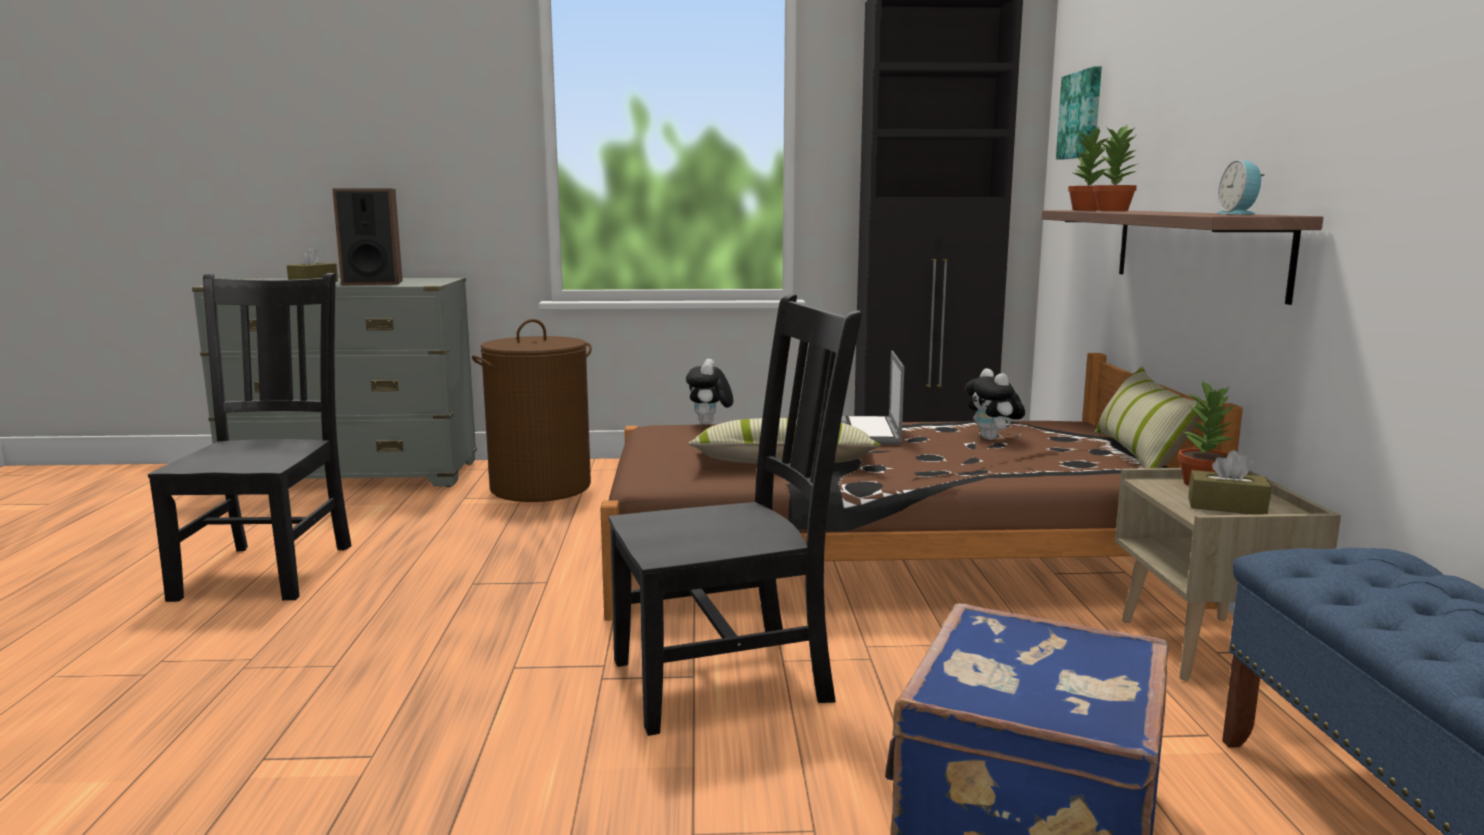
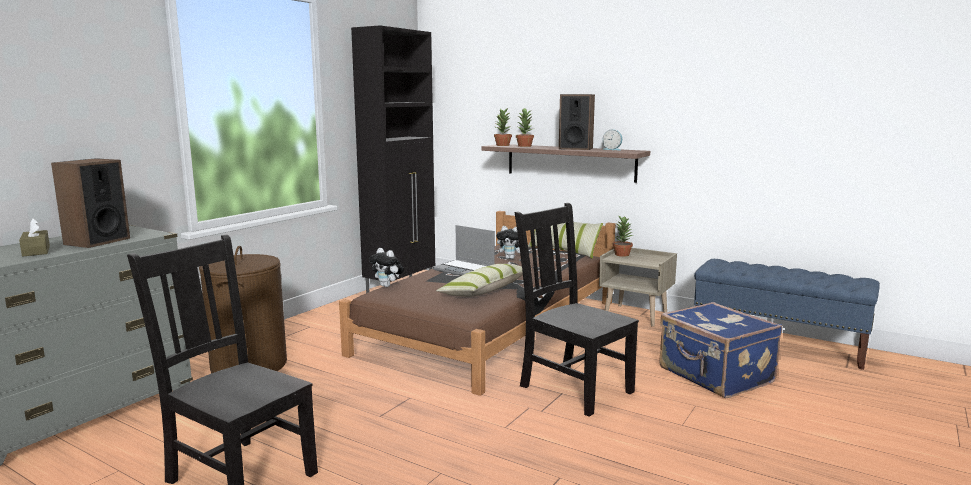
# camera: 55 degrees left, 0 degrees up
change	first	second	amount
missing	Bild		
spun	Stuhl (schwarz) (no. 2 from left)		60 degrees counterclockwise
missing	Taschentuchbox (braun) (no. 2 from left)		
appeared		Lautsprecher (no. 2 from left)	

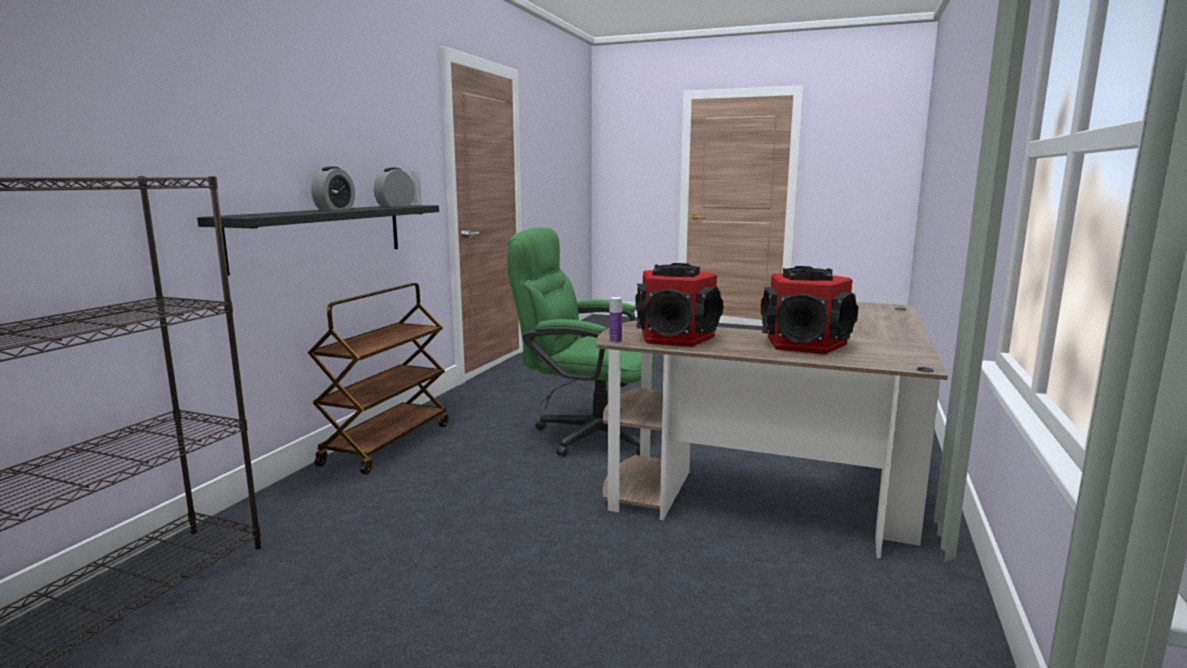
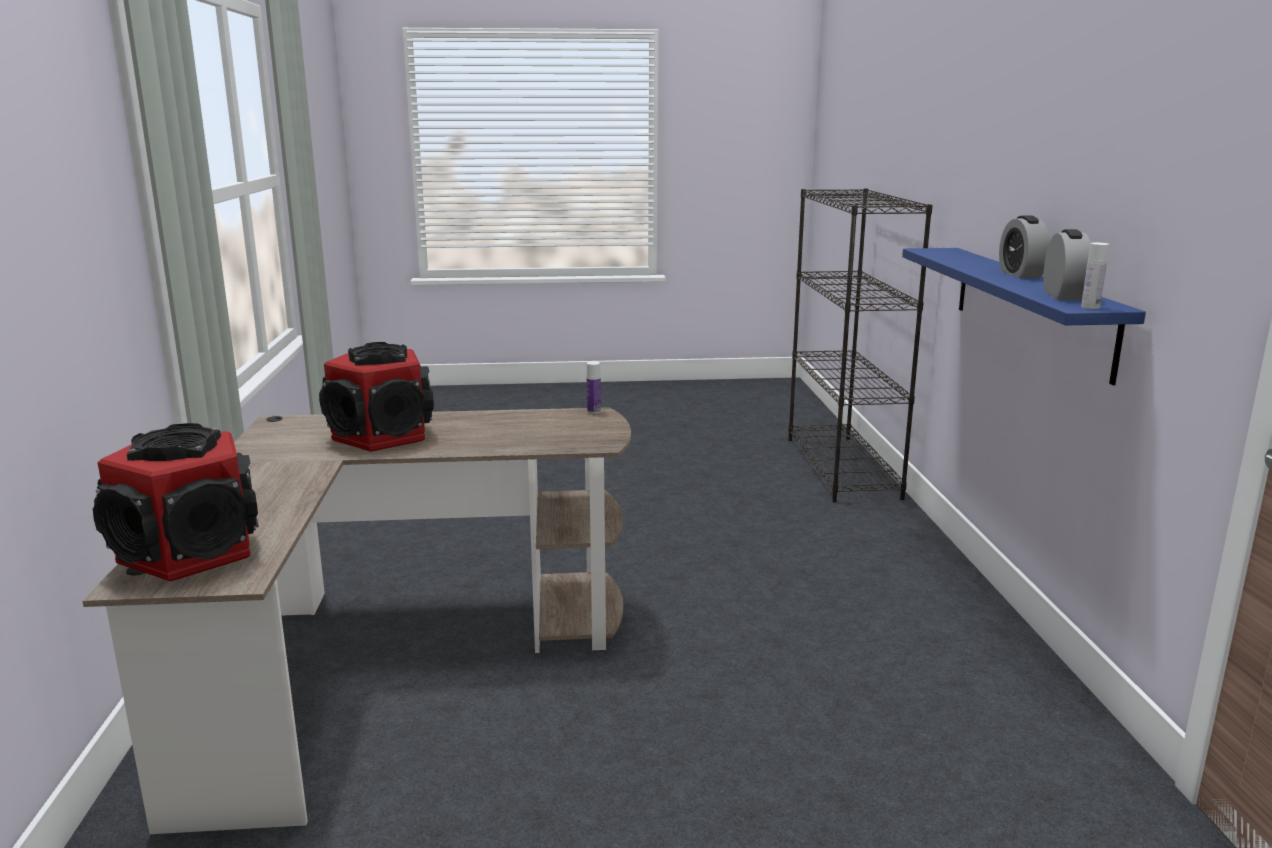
# camera: 155 degrees right, 5 degrees up
change	first	second	amount
colour	Wandregal (schwarz)	Wandregal (blau)	
missing	Bürostuhl (grün)		
relocated	Lautsprecher (no. 1 from left)		
missing	Rollwagen (braun)		

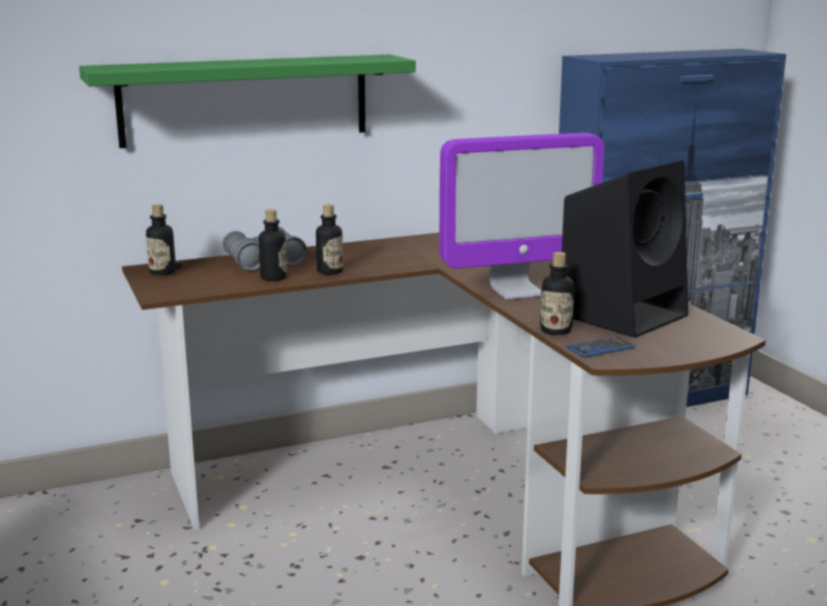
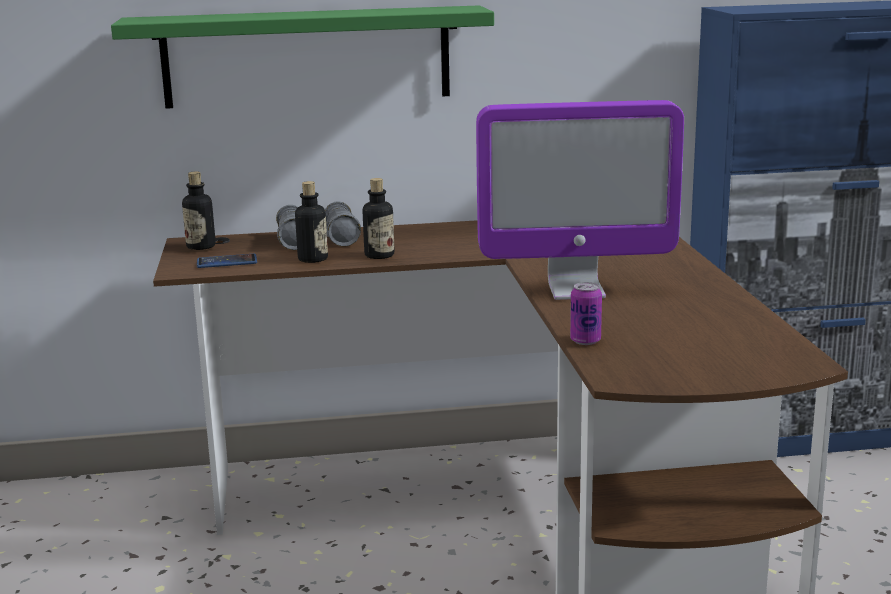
# camera: 15 degrees right, 0 degrees up
change	first	second	amount
missing	Lautsprecher (schwarz)		
exchanged	Flasche (no. 4 from left)	Dose	
relocated	Handy		

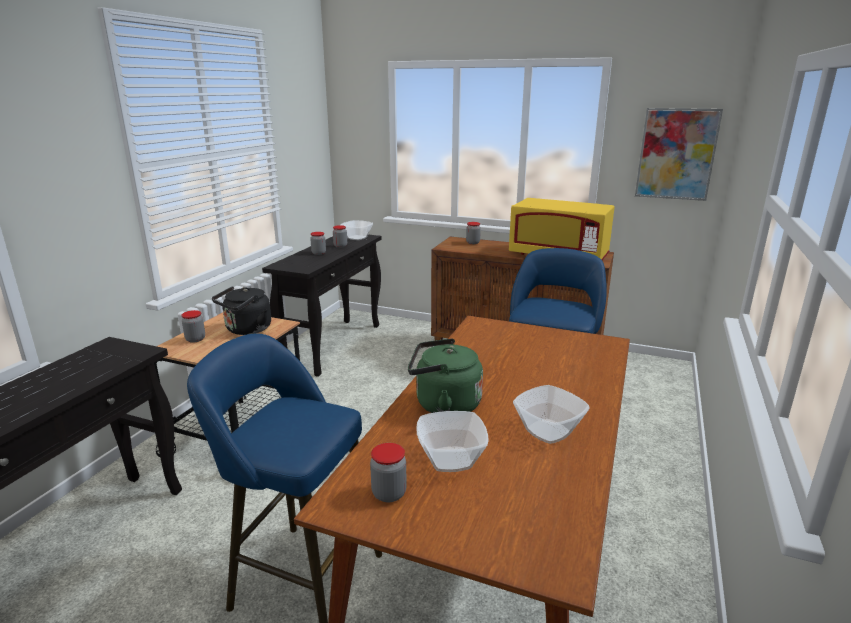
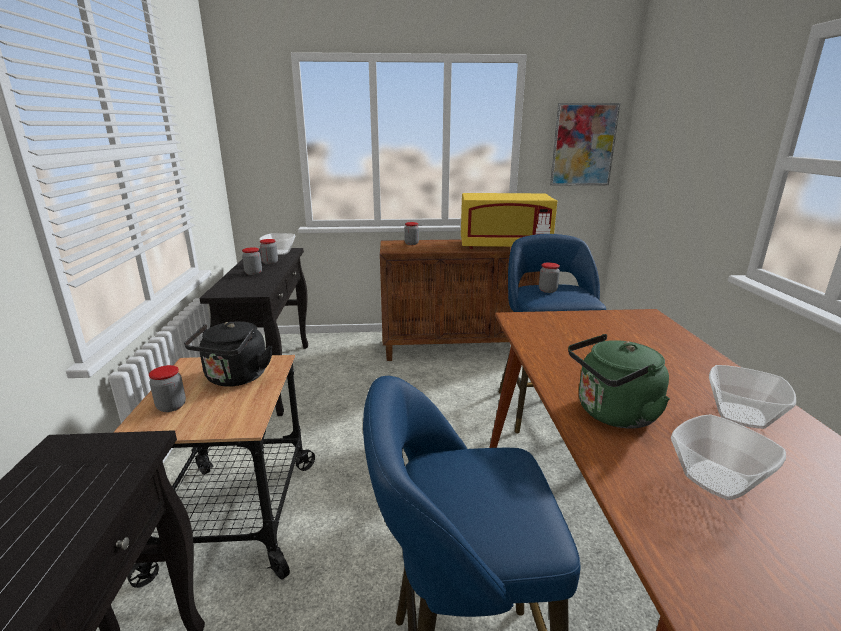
# camera: 25 degrees left, 0 degrees up
change	first	second	amount
relocated	Vorratsglas (no. 4 from left in the first image)	Vorratsglas (no. 5 from left)	

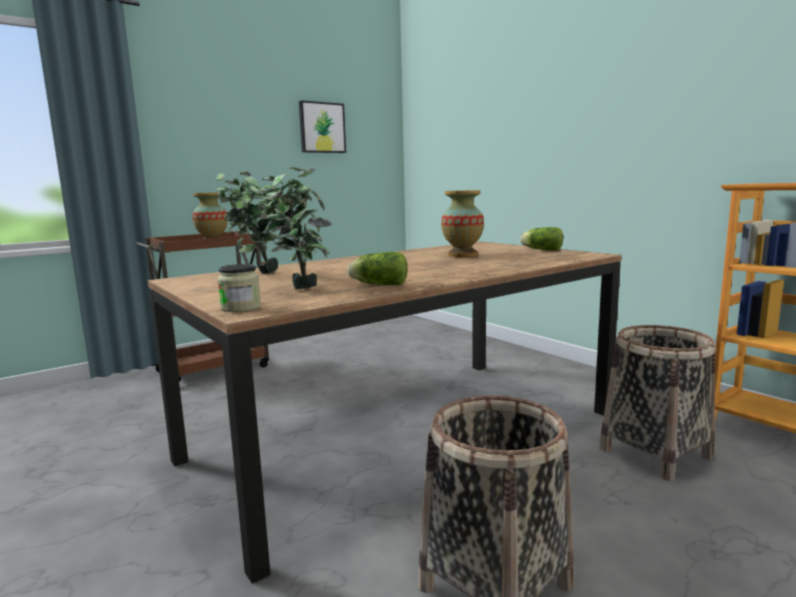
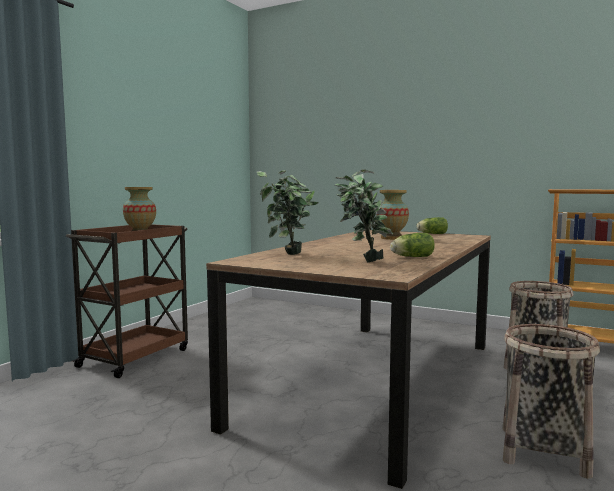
# camera: 25 degrees left, 5 degrees down
change	first	second	amount
missing	Bild		
missing	Vorratsglas		

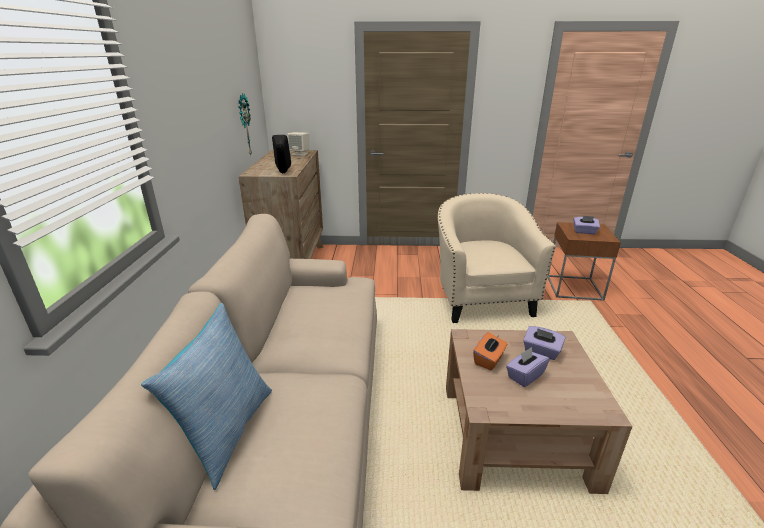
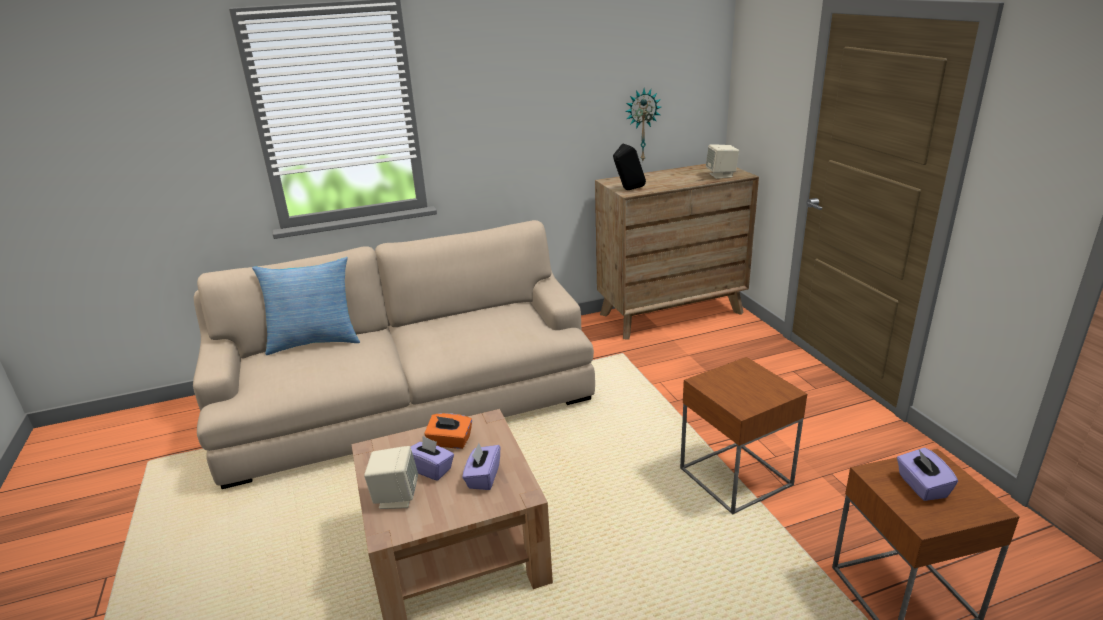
# camera: 70 degrees right, 0 degrees up
change	first	second	amount
exchanged	Sessel (beige)	Beistelltisch (braun) (no. 1 from left)	
appeared		Lautsprecher (beige) (no. 1 from left)	

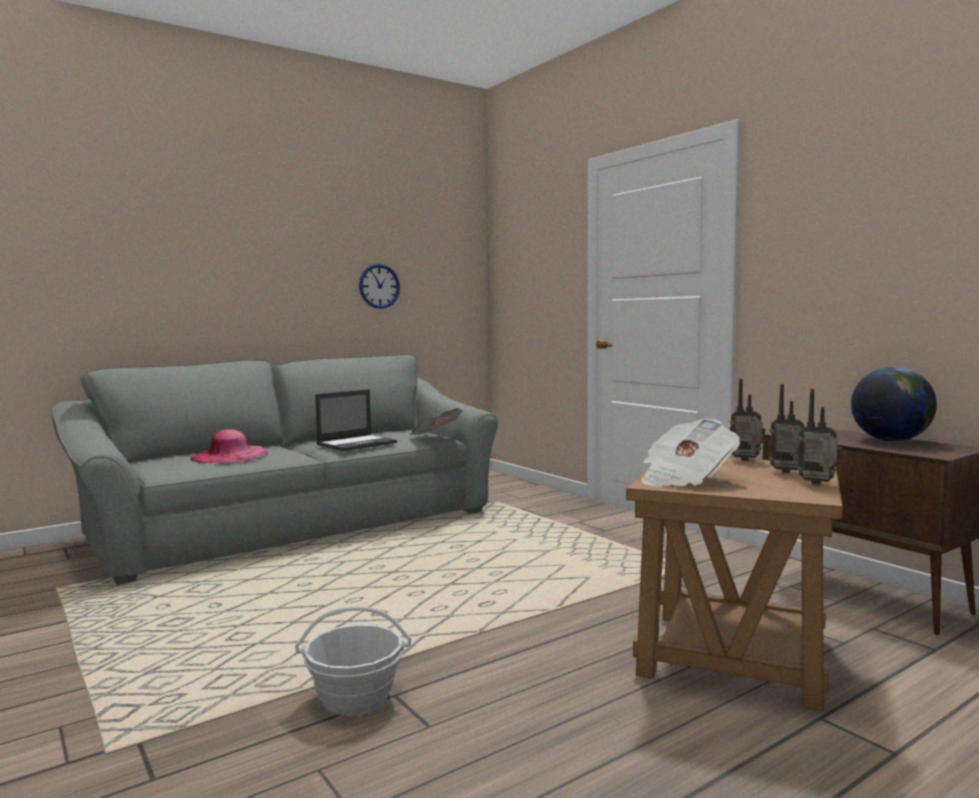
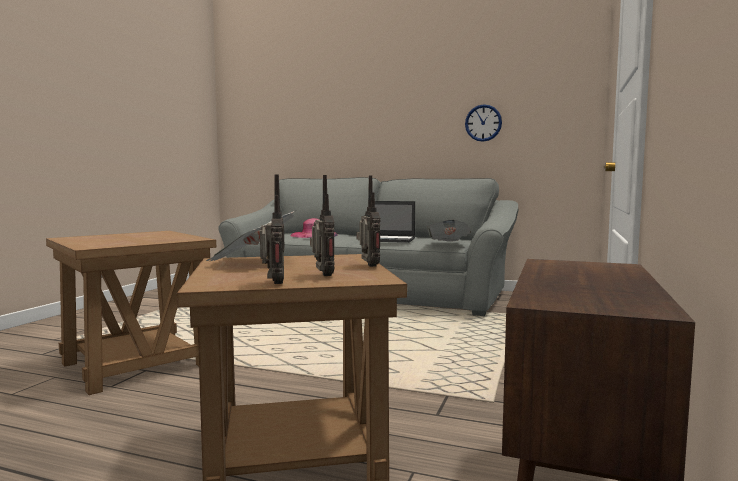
# camera: 55 degrees right, 0 degrees up
change	first	second	amount
missing	Globus		
exchanged	Korb	Beistelltisch (braun) (no. 1 from left)	

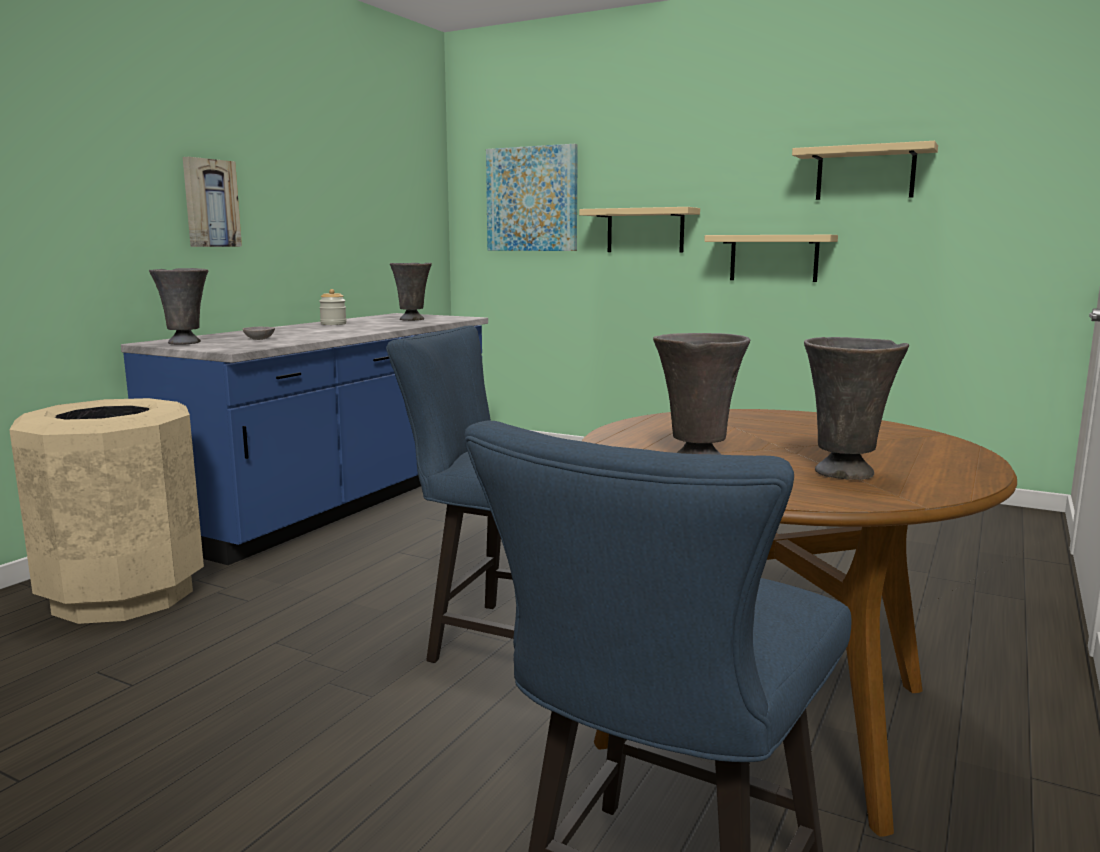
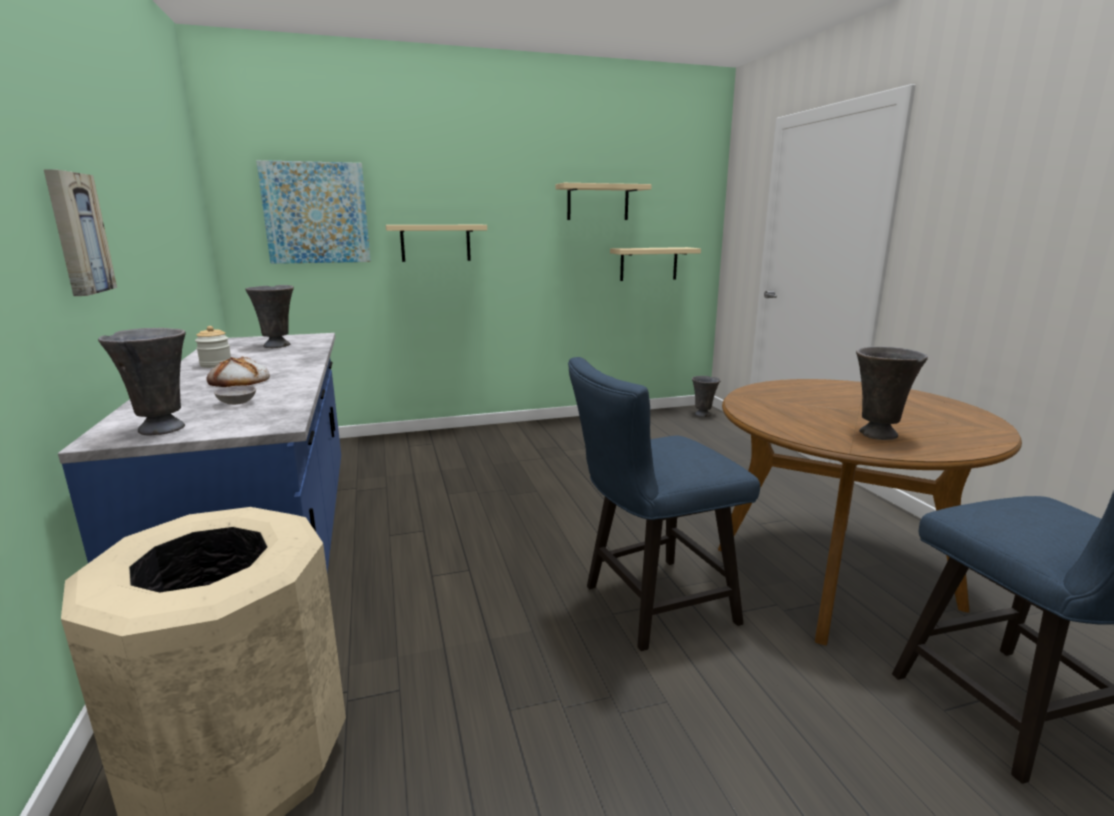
# camera: 45 degrees left, 5 degrees up
change	first	second	amount
relocated	Wandregal (beige) (no. 2 from left in the first image)	Wandregal (beige) (no. 3 from left)	
relocated	Vase (grau) (no. 4 from left in the first image)	Vase (grau) (no. 3 from left)	
appeared		Brot	

